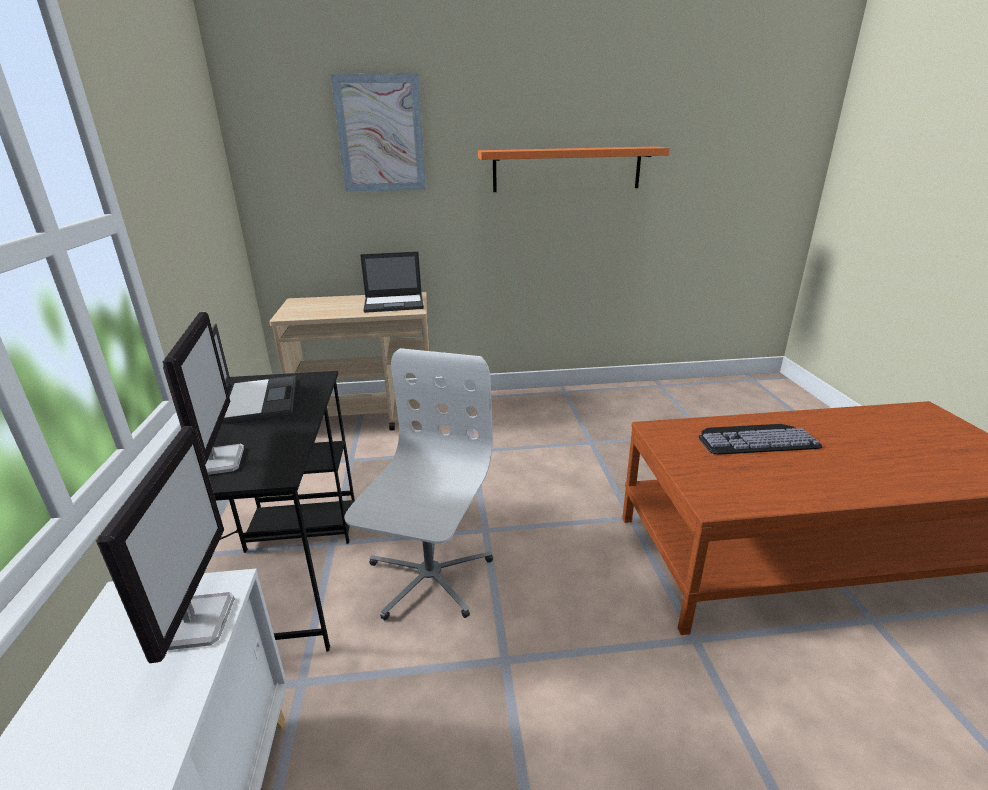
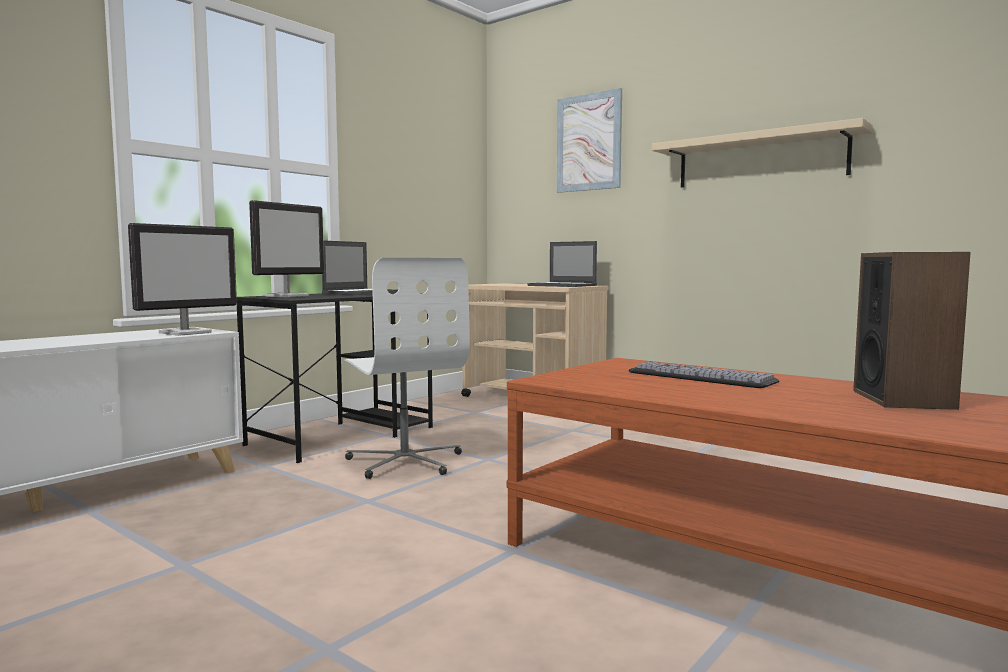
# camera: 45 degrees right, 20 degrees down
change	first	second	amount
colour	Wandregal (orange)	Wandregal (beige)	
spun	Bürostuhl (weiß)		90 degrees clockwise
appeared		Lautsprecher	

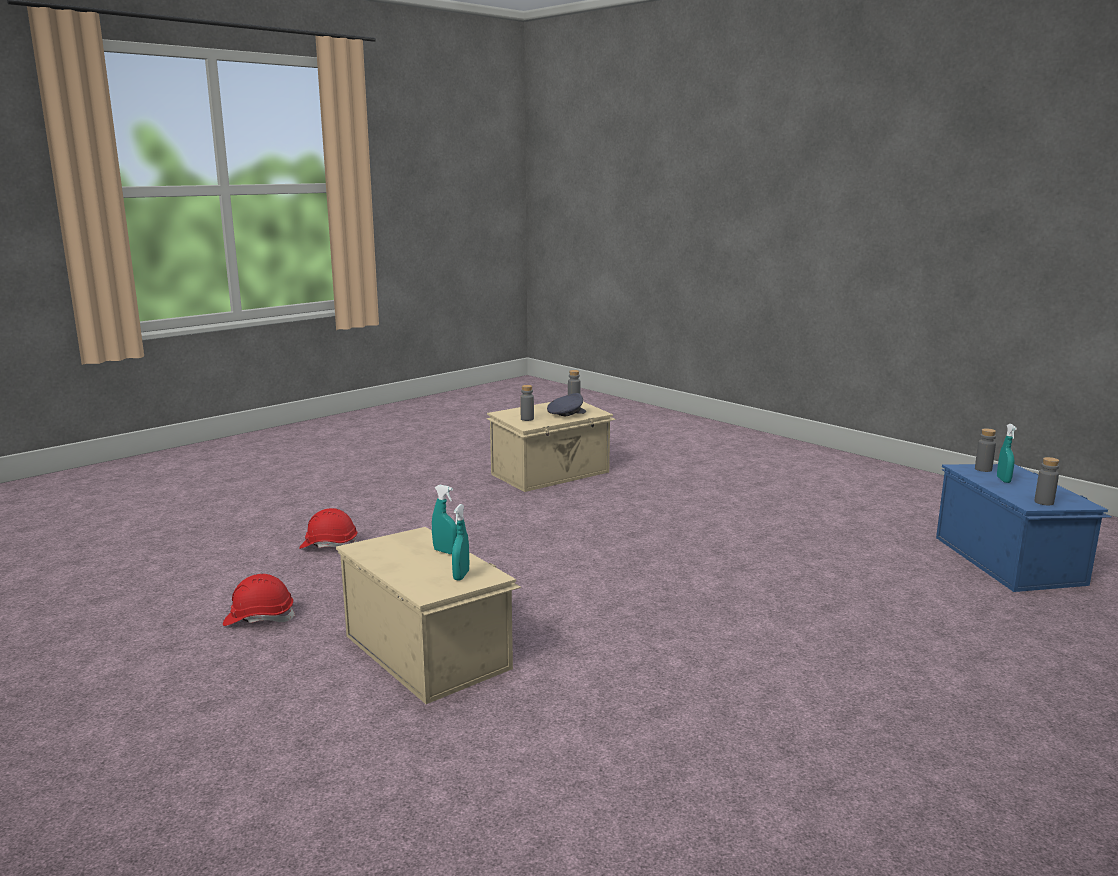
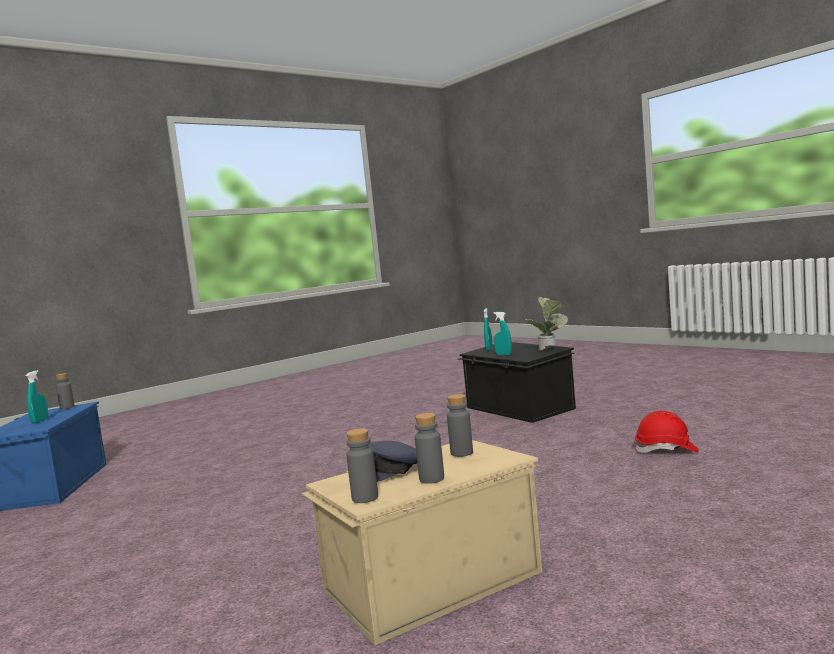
# camera: 175 degrees left, 10 degrees down
change	first	second	amount
relocated	Flasche (grau) (no. 3 from left)		
colour	Aufbewahrungsbox (beige) (no. 1 from left)	Aufbewahrungsbox (schwarz)	
missing	Schutzhelm (rot) (no. 1 from left)		
appeared		Topfpflanze	

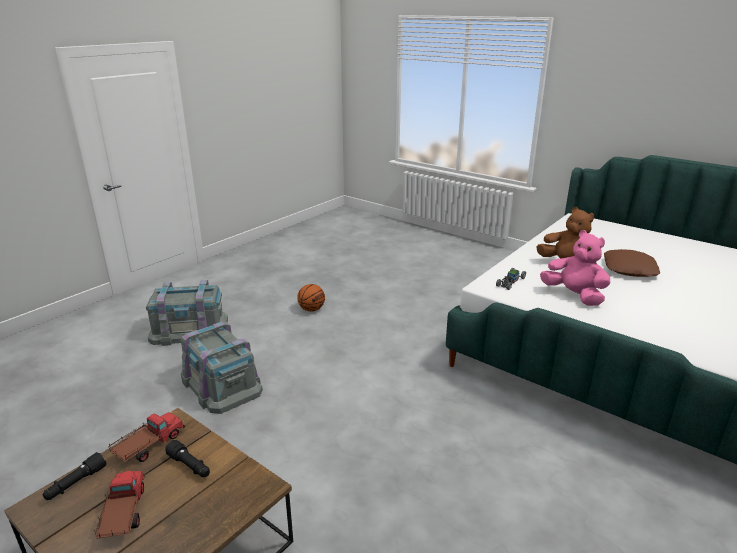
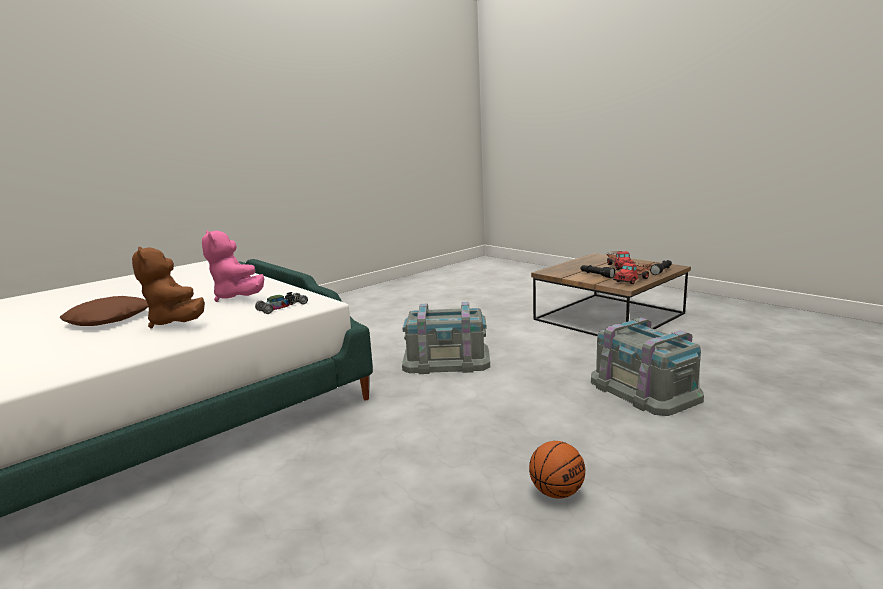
# camera: 170 degrees left, 10 degrees down
change	first	second	amount
relocated	Aufbewahrungsbox (grau) (no. 1 from left)		

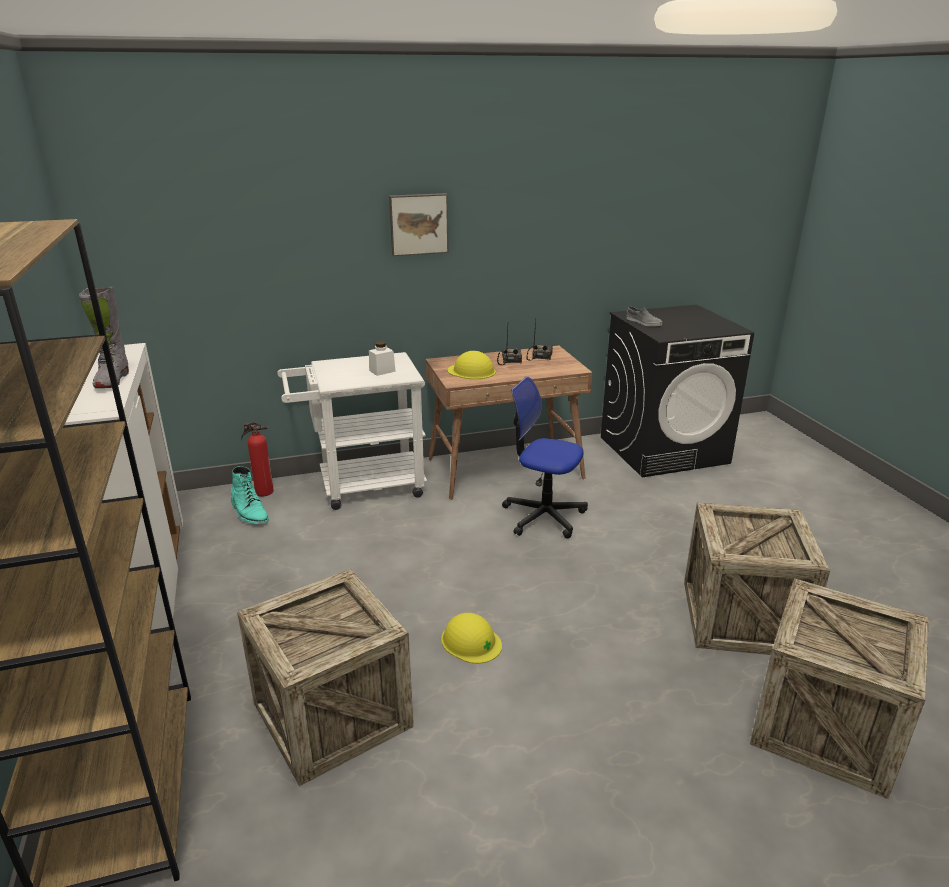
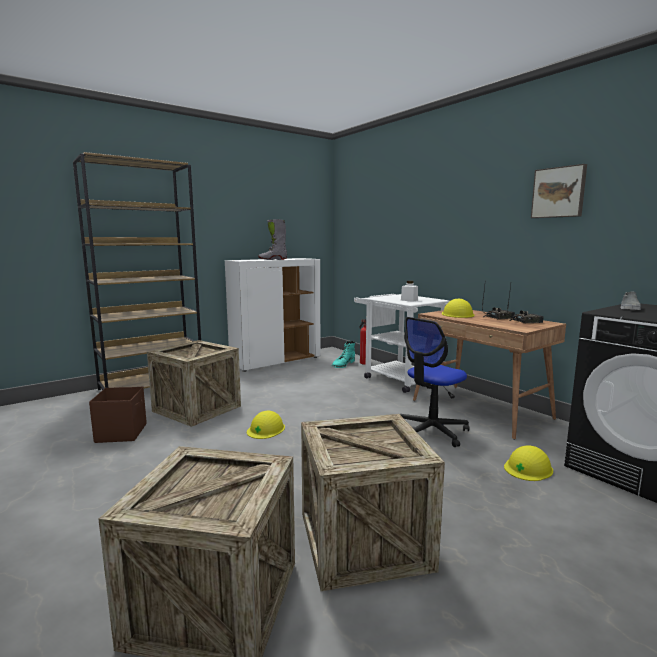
# camera: 70 degrees right, 15 degrees down
change	first	second	amount
relocated	Bild		
spun	Bürostuhl		135 degrees counterclockwise
appeared		Aufbewahrungsbox (braun)	
appeared		Schutzhelm (gelb) (no. 3 from left)	

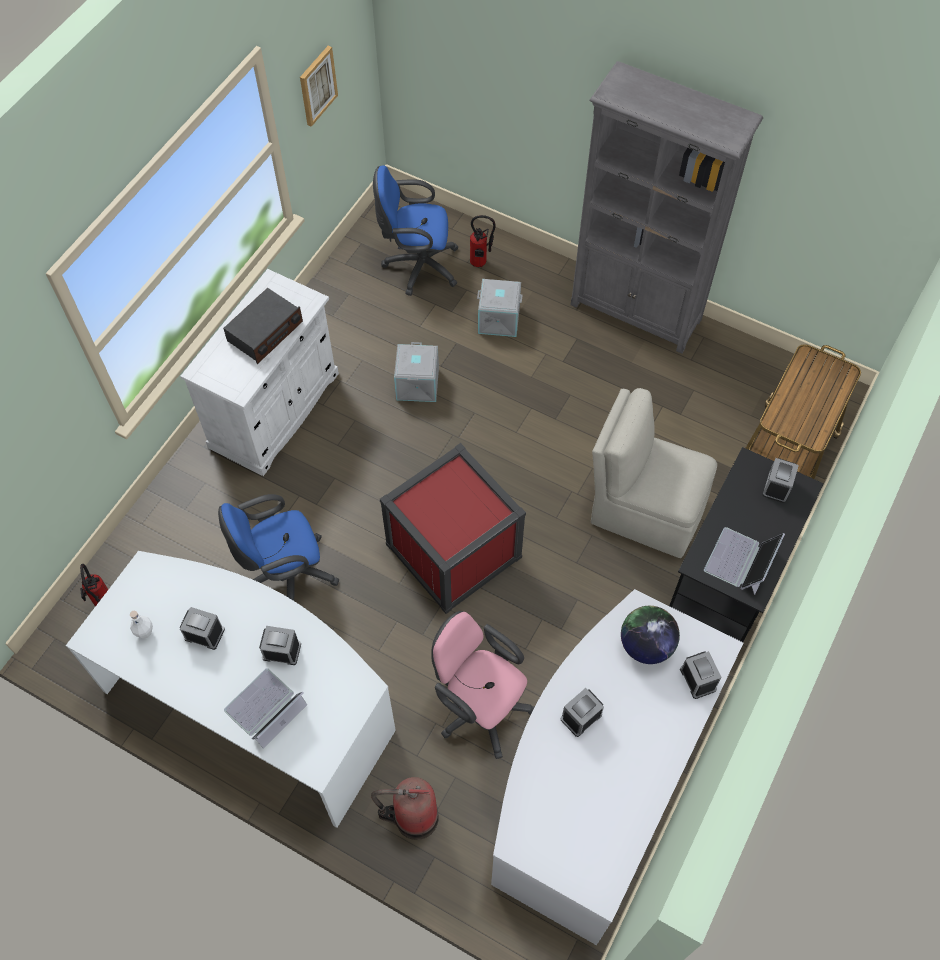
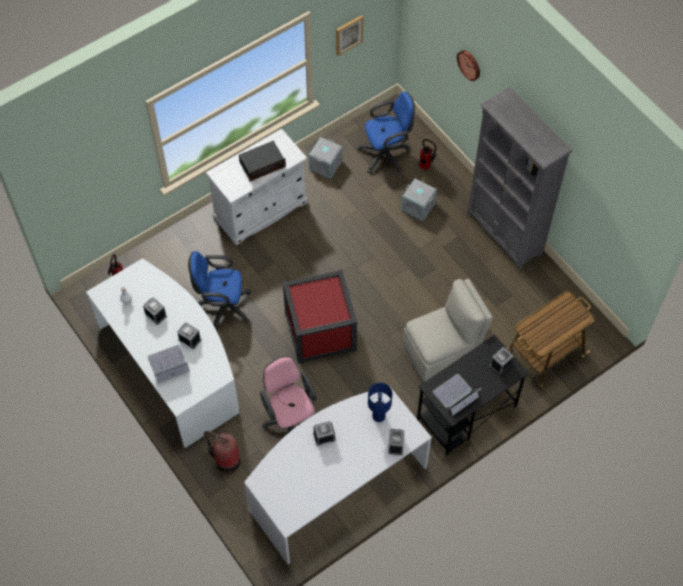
# camera: 25 degrees right, 0 degrees up
change	first	second	amount
spun	Bürostuhl (blau) (no. 2 from left)		135 degrees clockwise
relocated	Aufbewahrungsbox (grau) (no. 1 from left)		
spun	Stuhl (beige)		105 degrees clockwise
exchanged	Globus	Tischlampe (blau)	
appeared		Wanduhr	

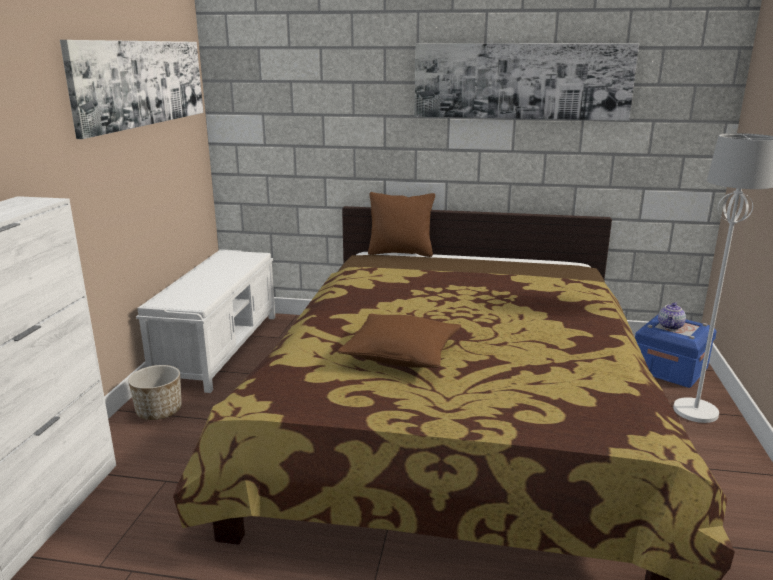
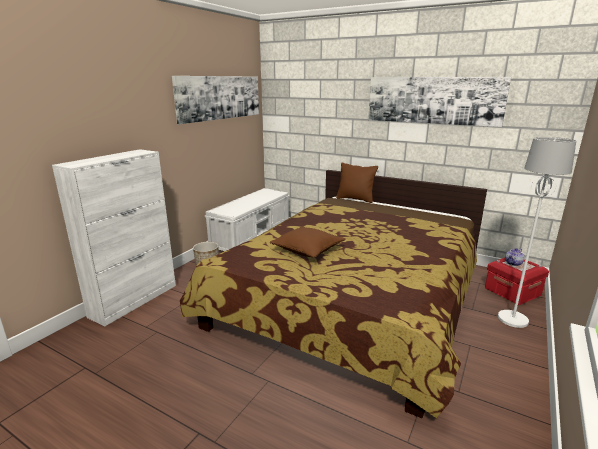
# camera: 20 degrees right, 0 degrees up
change	first	second	amount
colour	Aufbewahrungsbox (blau)	Aufbewahrungsbox (rot)	

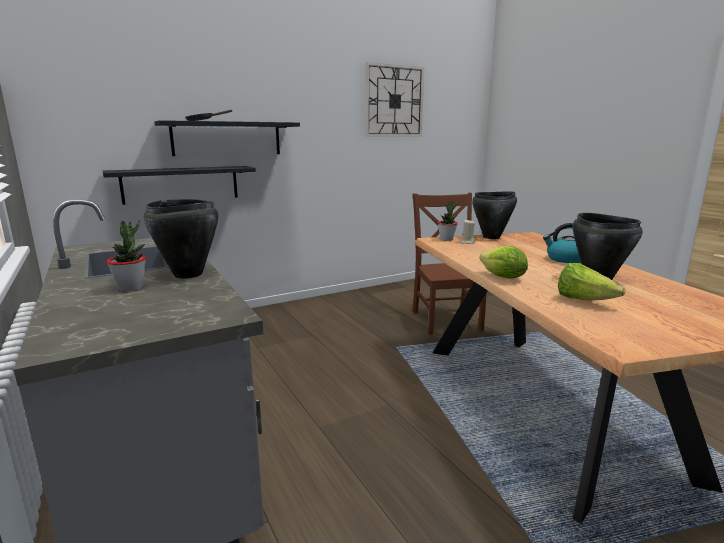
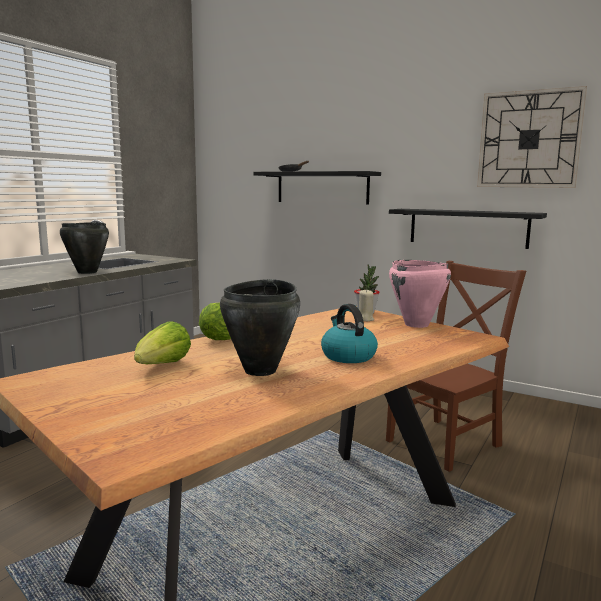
# camera: 60 degrees right, 5 degrees down
change	first	second	amount
relocated	Wandregal (schwarz) (no. 1 from left in the first image)	Wandregal (schwarz) (no. 2 from left)	
colour	Kochtopf (schwarz) (no. 2 from left)	Kochtopf (rosa)	
missing	Topfpflanze (no. 1 from left)		

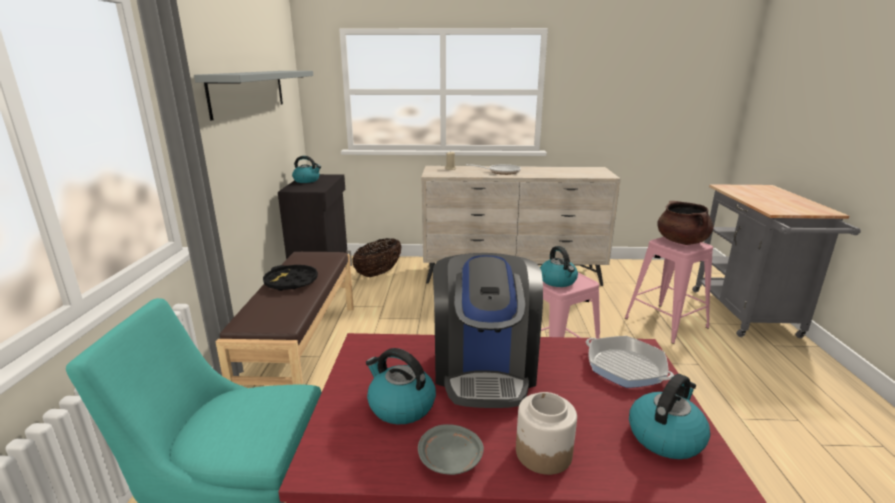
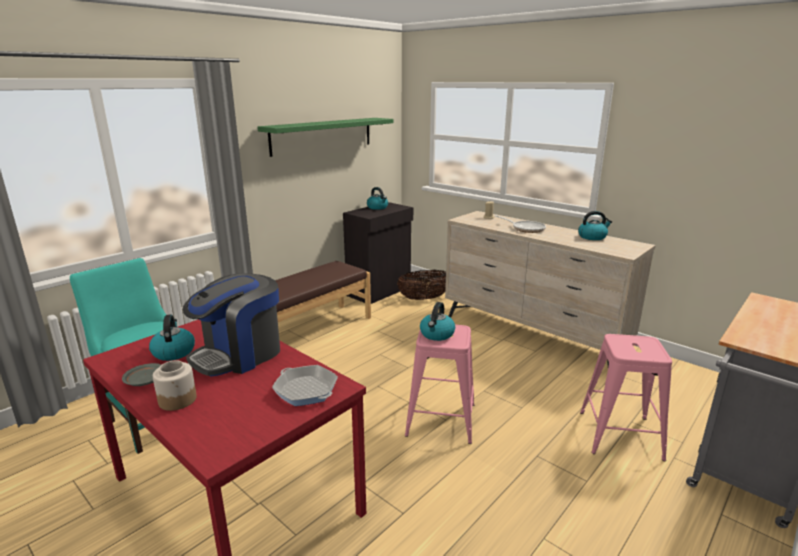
# camera: 40 degrees right, 0 degrees up
change	first	second	amount
colour	Wandregal (grau)	Wandregal (grün)	
missing	Kochtopf (braun)		
missing	Tablett (schwarz)		
spun	Pfanne (no. 2 from left in the first image)	Pfanne (no. 1 from left)	135 degrees clockwise
relocated	Wasserkessel (no. 4 from left)		

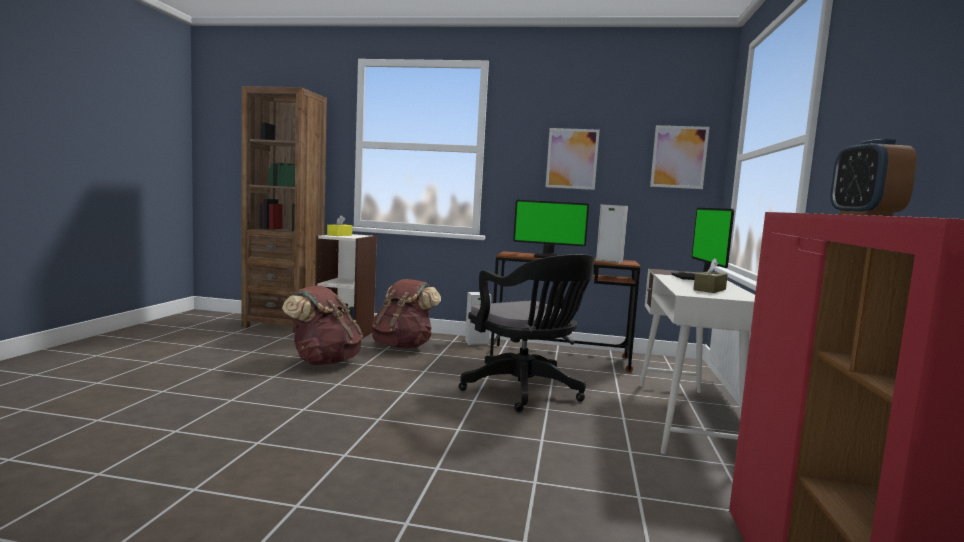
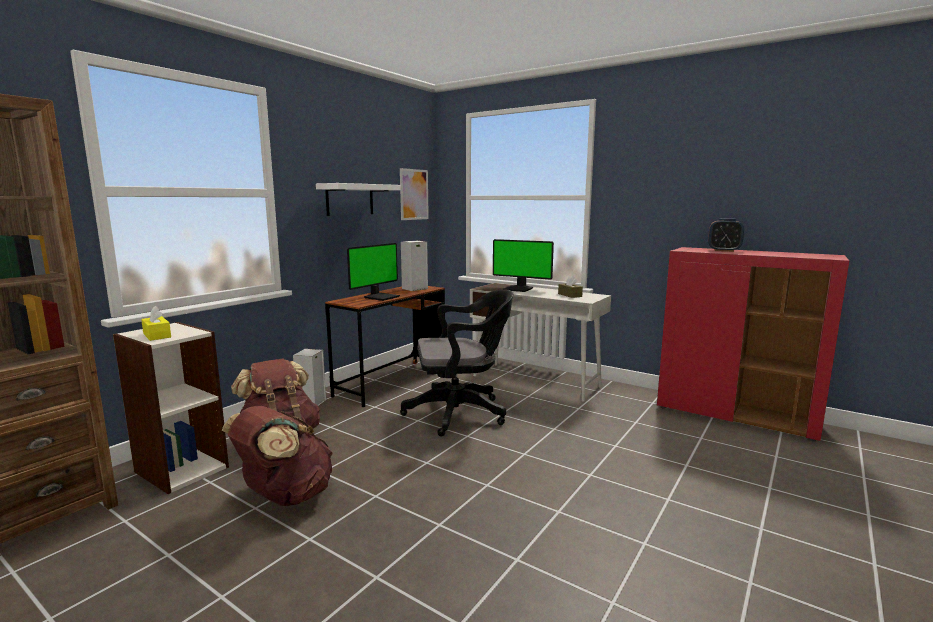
# camera: 65 degrees left, 5 degrees up
change	first	second	amount
exchanged	Bild (no. 1 from left)	Wandregal (weiß)	

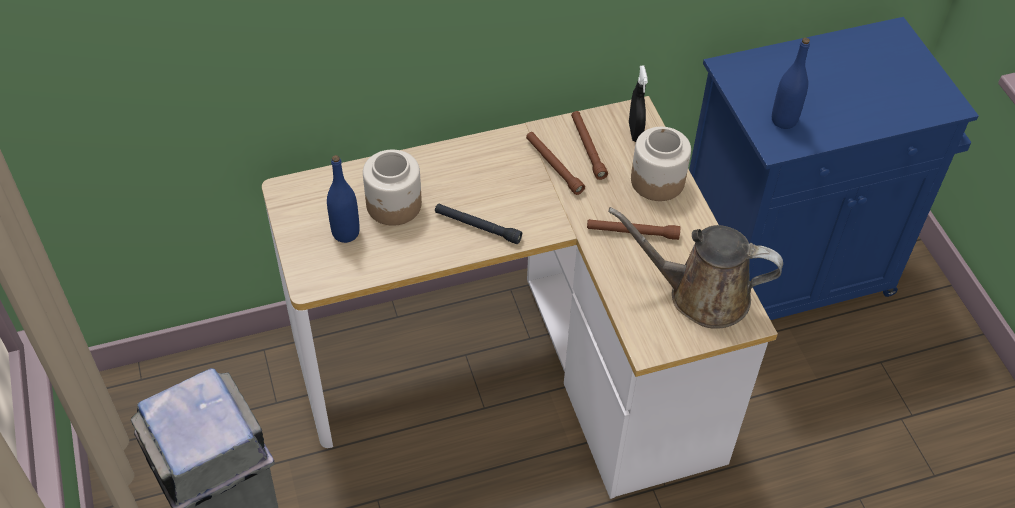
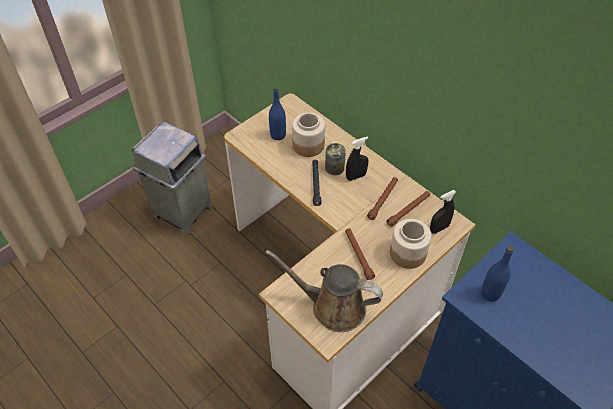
# camera: 65 degrees right, 0 degrees up
change	first	second	amount
spun	Gießkanne (braun)		60 degrees counterclockwise
appeared		Sprühflasche (schwarz) (no. 1 from left)	
appeared		Dose	

